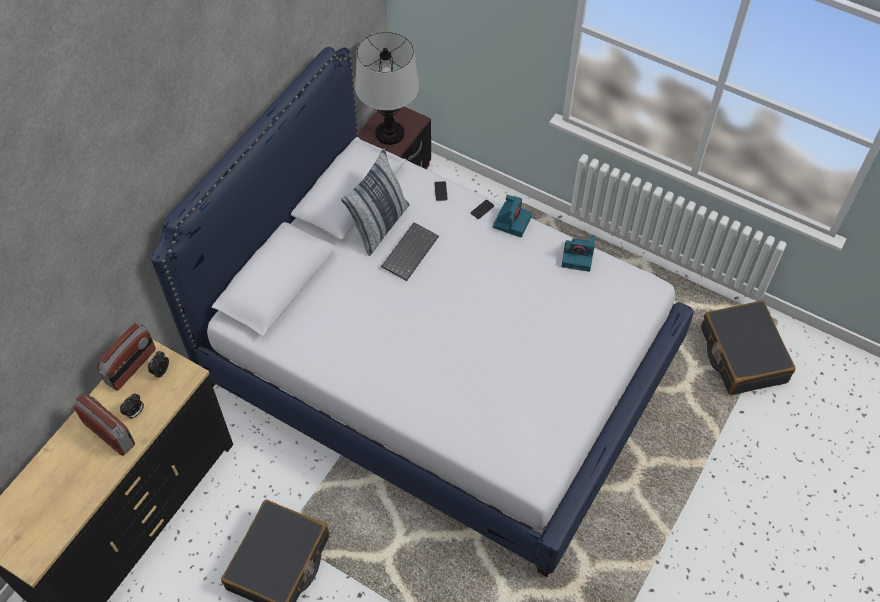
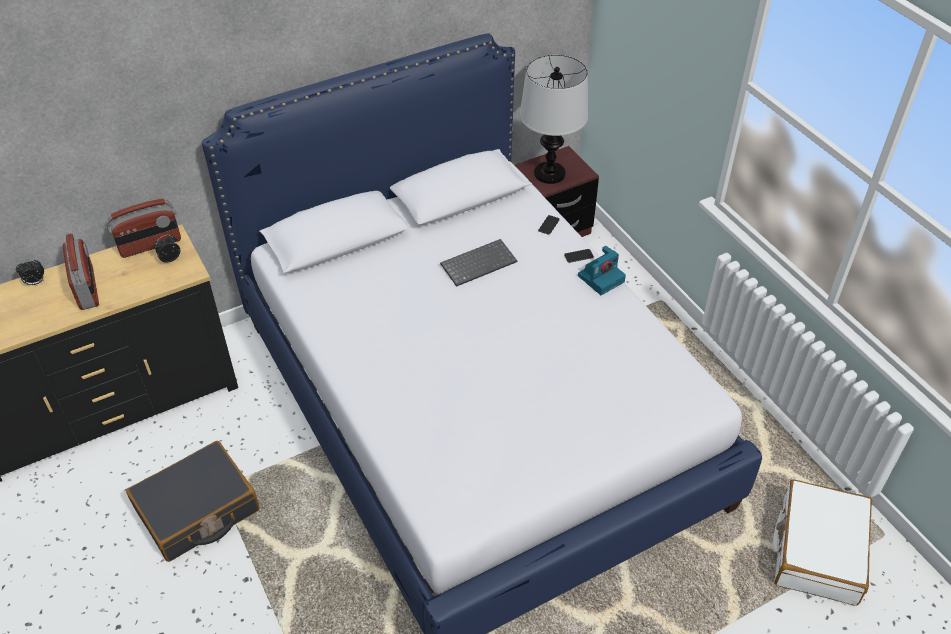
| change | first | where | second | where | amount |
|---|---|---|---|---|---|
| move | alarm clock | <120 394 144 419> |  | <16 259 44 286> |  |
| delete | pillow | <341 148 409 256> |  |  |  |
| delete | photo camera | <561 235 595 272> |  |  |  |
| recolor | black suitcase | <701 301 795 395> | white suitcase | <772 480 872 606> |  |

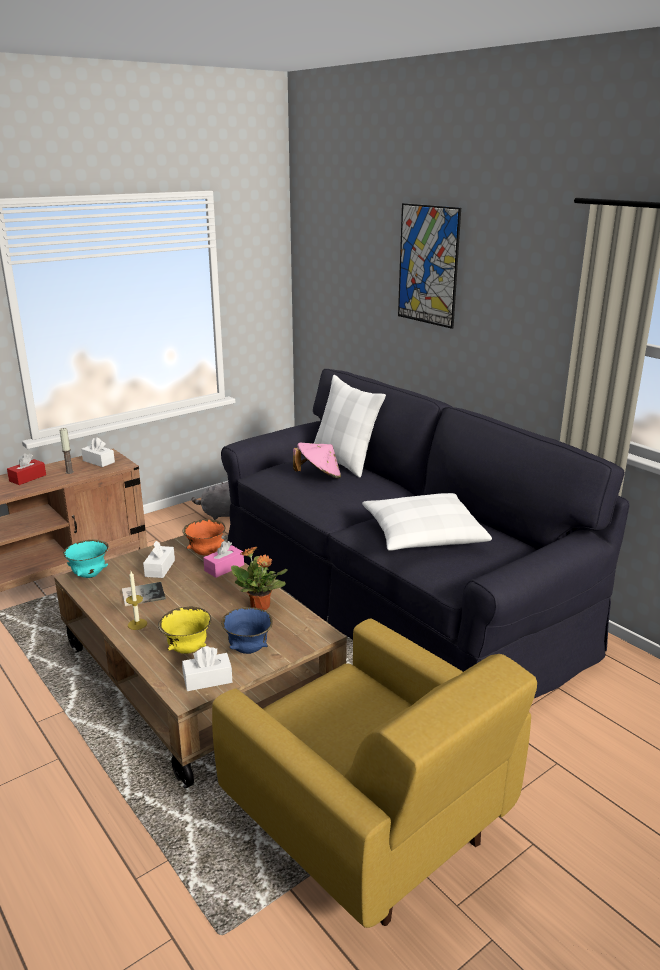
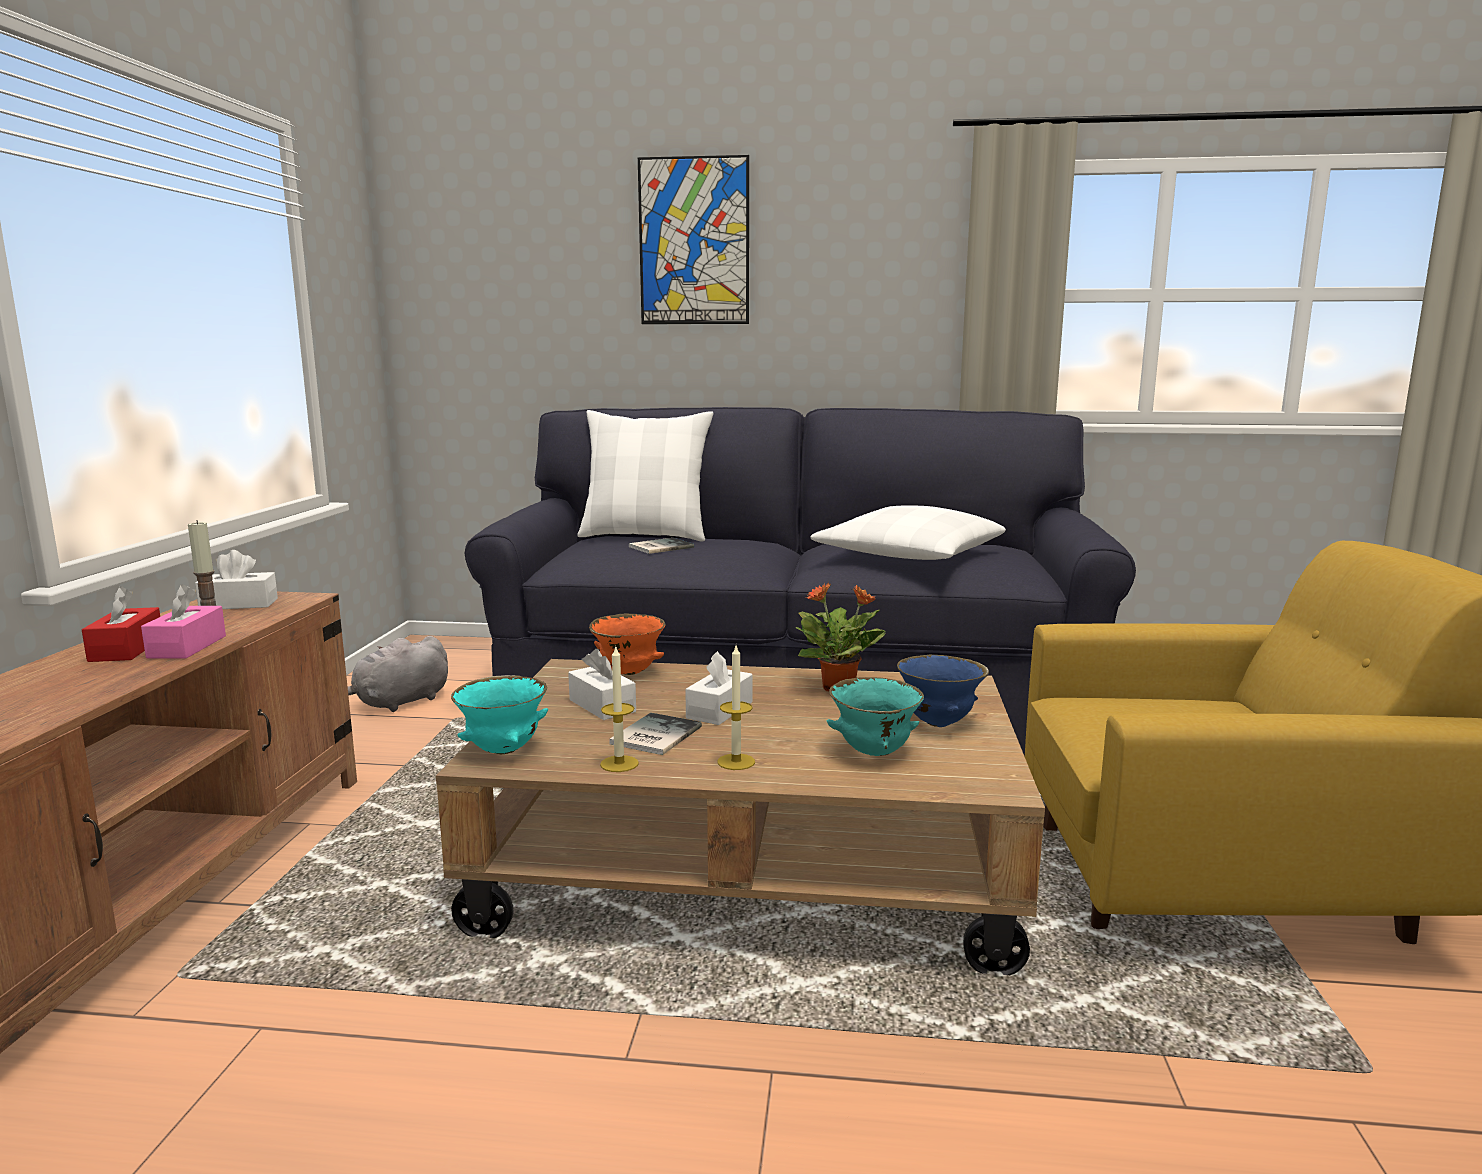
| change | first | where | second | where | amount |
|---|---|---|---|---|---|
| recolor | yellow bowl | <158 606 211 654> | turquoise bowl | <827 677 924 756> |  |
| move | white tissue box | <182 646 232 691> |  | <685 651 753 725> |  |
| move | pink tissue box | <203 541 244 578> |  | <141 584 226 658> |  |
| replace | pink hat | <293 443 341 479> | book | <629 538 694 554> |  |
| insert |  |  | candle | <600 645 639 772> |  |

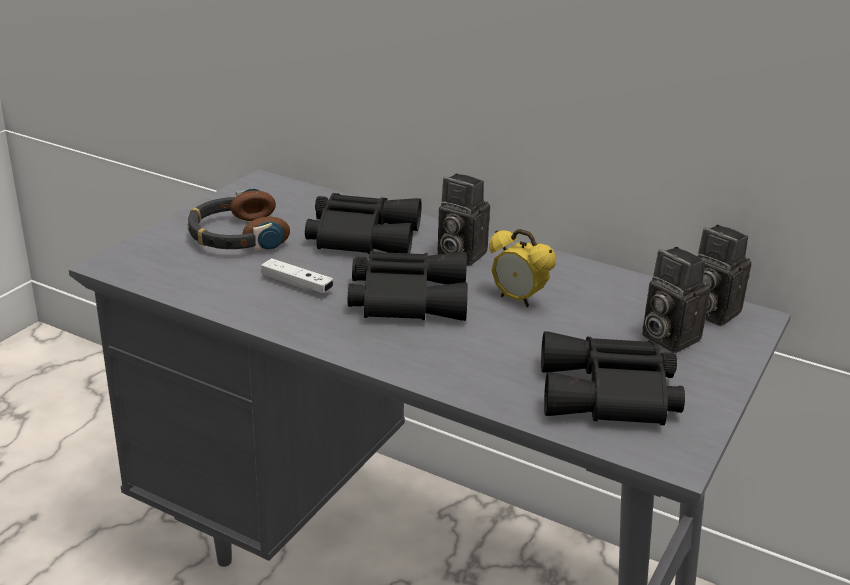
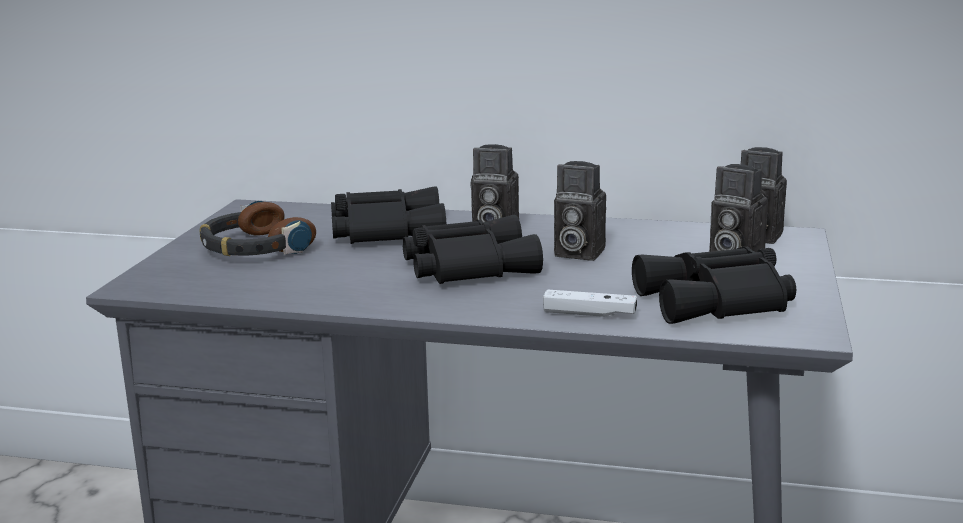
| change | first | where | second | where | amount |
|---|---|---|---|---|---|
| move | white game controller | <261 258 333 293> |  | <543 289 637 317> |  |
| replace | alarm clock | <489 229 556 307> | photo camera | <554 161 606 261> |  |

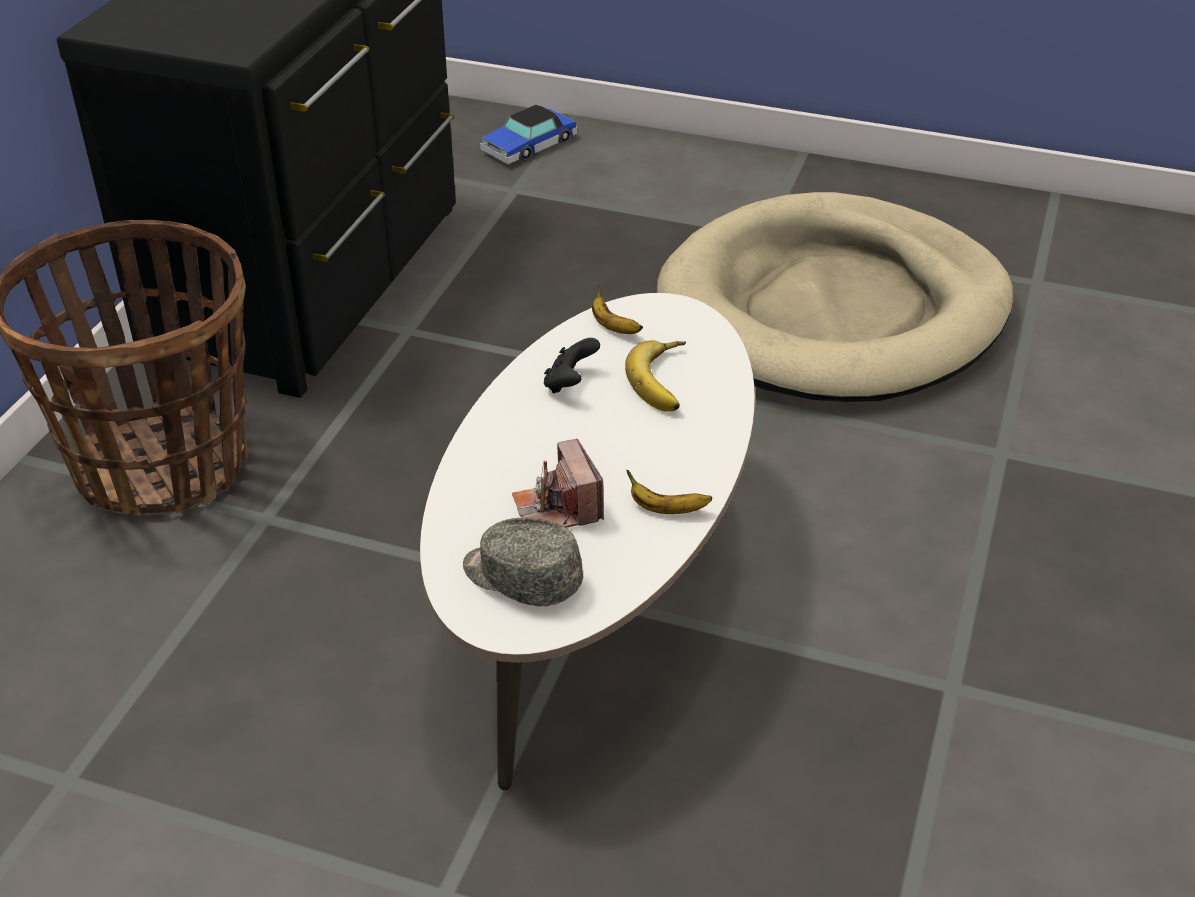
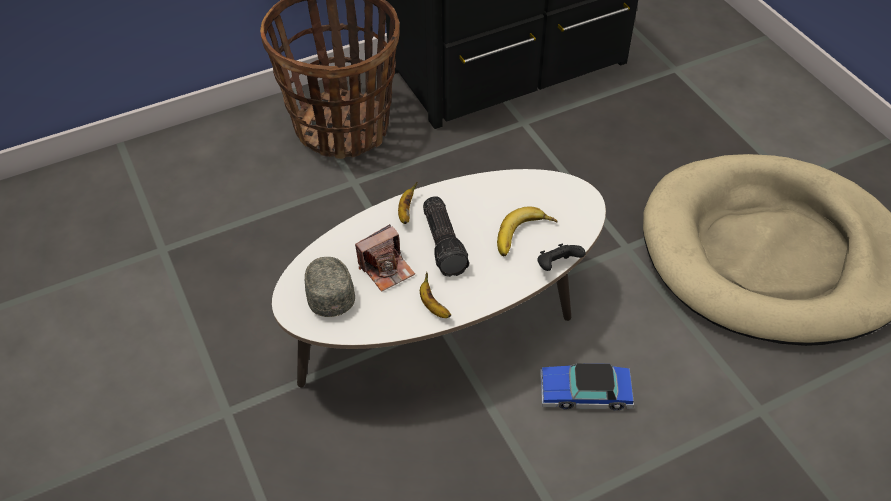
| change | first | where | second | where | amount |
|---|---|---|---|---|---|
| move | toy car | <480 105 578 164> |  | <540 363 634 411> |  |
| rotate | photo camera | <512 439 604 527> |  | <355 224 415 292> | 150 degrees counterclockwise |
| move | black game controller | <544 338 600 394> |  | <537 243 586 271> |  |
| move | banana | <592 284 643 334> |  | <398 182 417 224> |  |
| insert |  |  | flashlight | <423 197 469 277> |  |

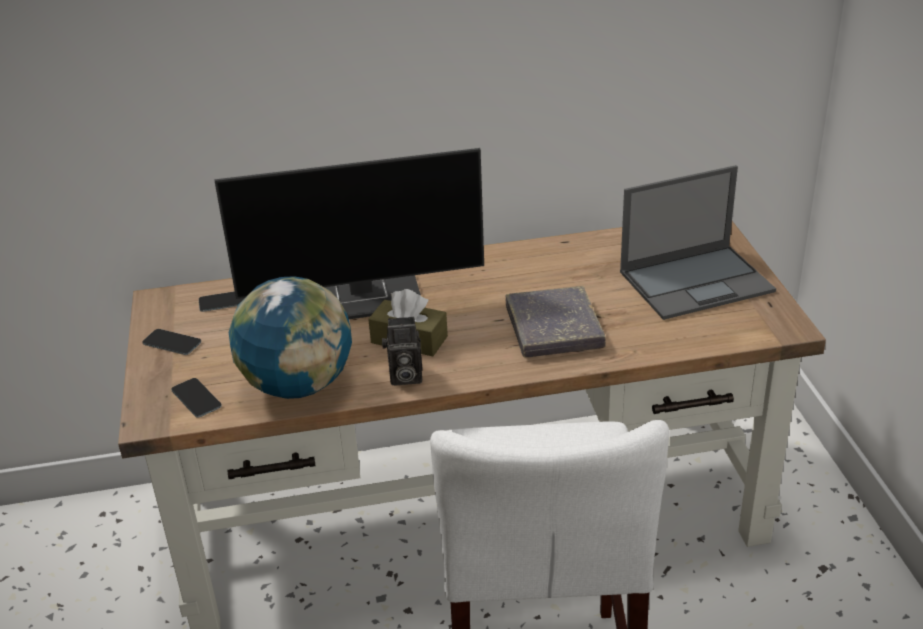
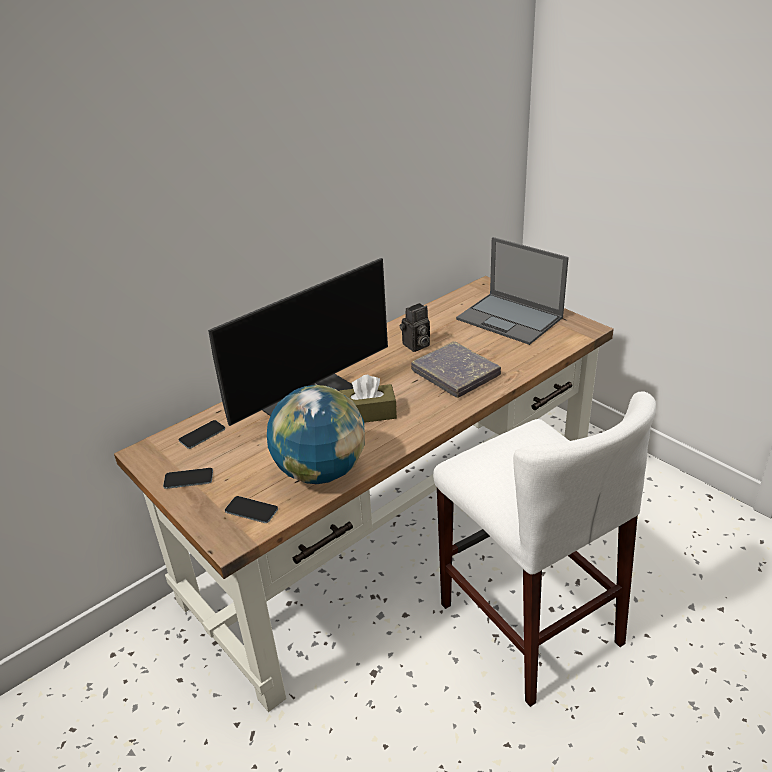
| change | first | where | second | where | amount |
|---|---|---|---|---|---|
| move | photo camera | <382 317 422 386> |  | <399 303 430 352> |  |
| rotate | laptop | <620 165 776 320> |  | <456 237 569 345> | 90 degrees clockwise |

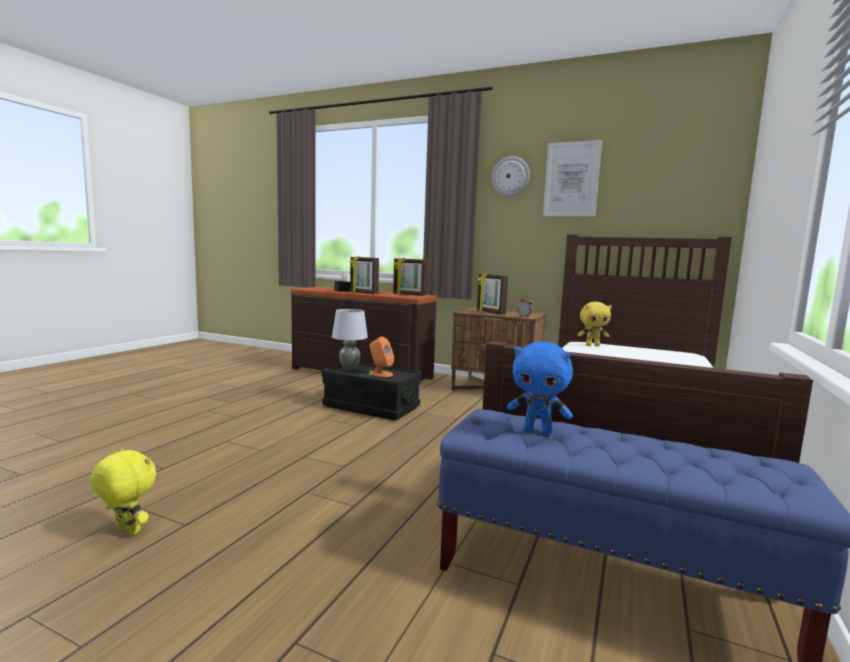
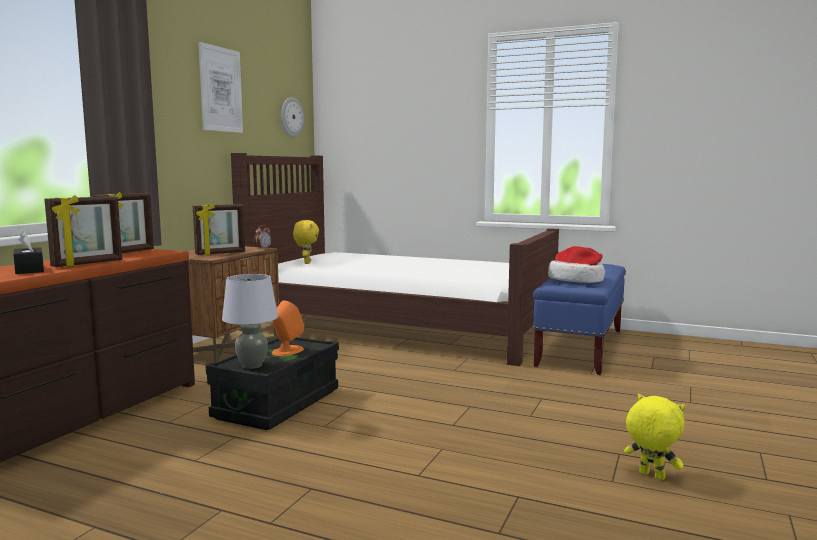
| change | first | where | second | where | amount |
|---|---|---|---|---|---|
| rotate | yellow plush toy | <90 448 156 535> |  | <624 394 686 480> | 105 degrees clockwise |
| move | wall clock | <492 156 530 196> |  | <281 97 304 137> |  |
| replace | blue plush toy | <507 341 573 435> | hat | <548 246 605 283> |  |

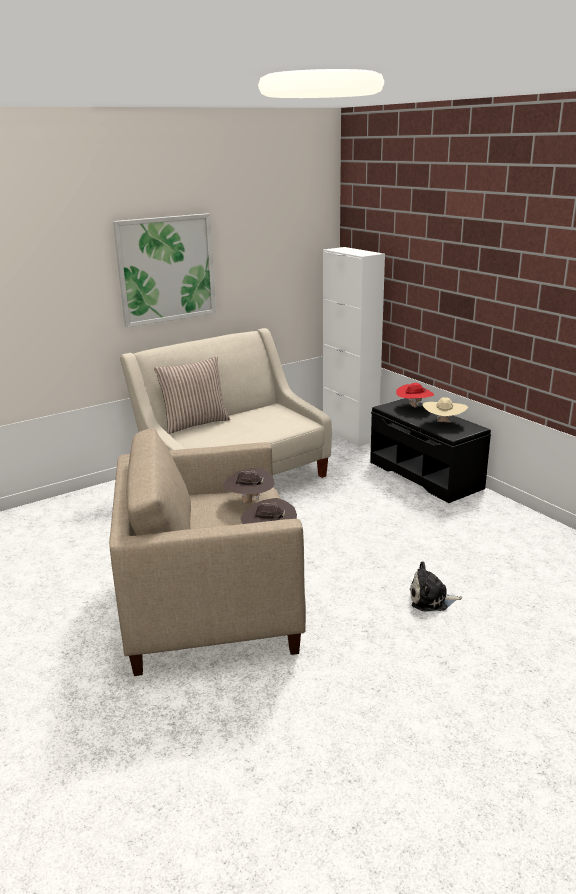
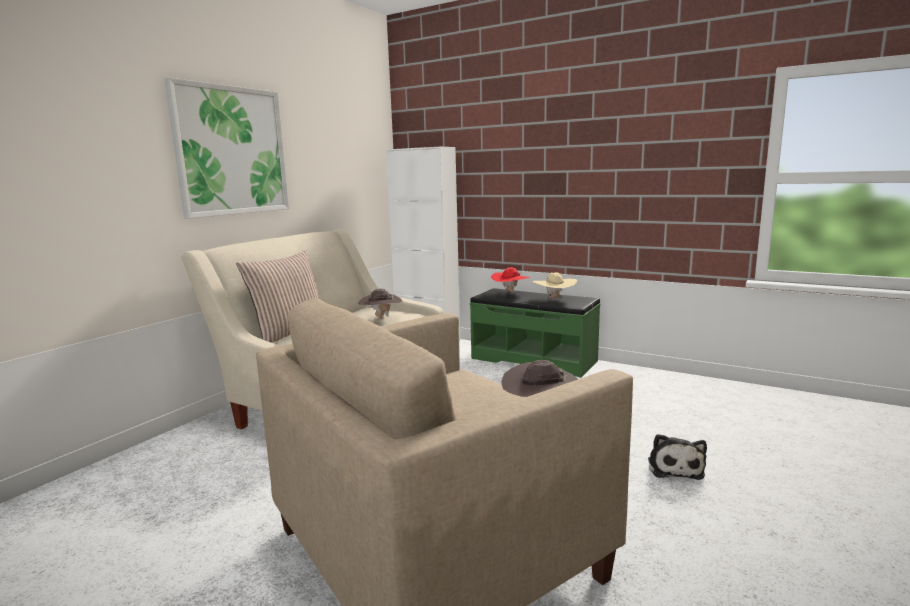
| change | first | where | second | where | amount |
|---|---|---|---|---|---|
| move | brown hat | <223 468 275 503> |  | <358 289 403 318> |  |
| recolor | black bench | <370 398 491 503> | green bench | <470 288 600 378> |  |
| rotate | plush toy | <410 561 462 611> |  | <648 434 707 480> | 60 degrees counterclockwise |

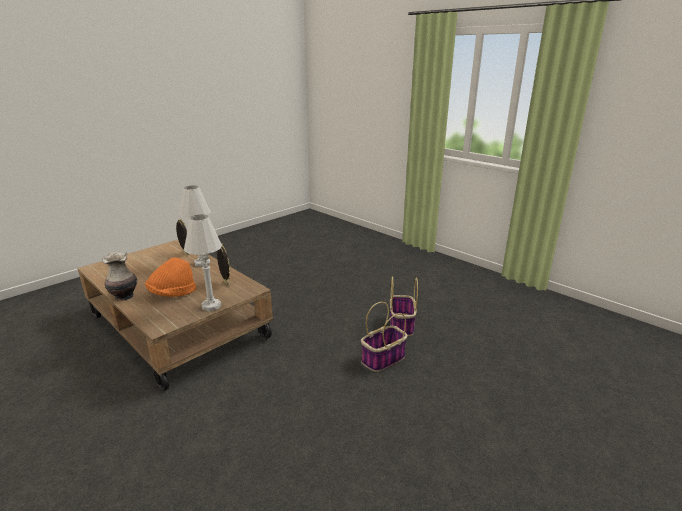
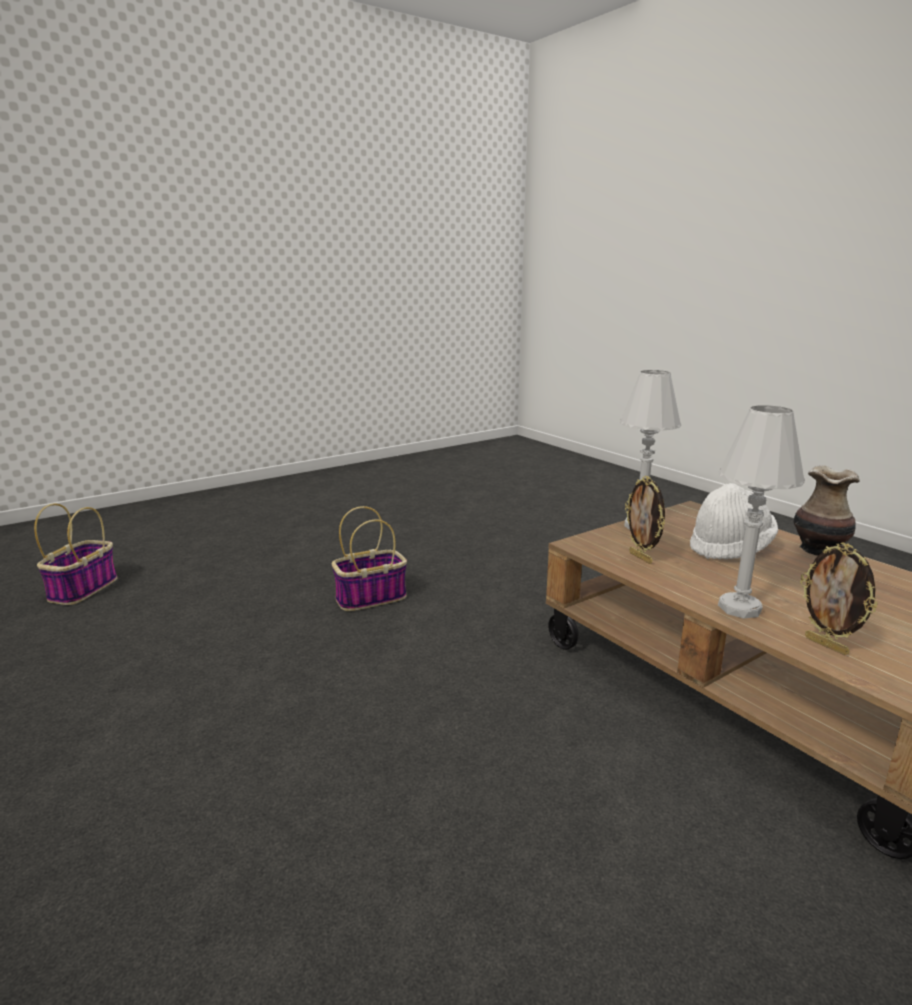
| change | first | where | second | where | amount |
|---|---|---|---|---|---|
| recolor | orange hat | <145 258 196 297> | white hat | <690 483 778 559> |  |
| move | basket | <390 276 418 336> |  | <34 503 117 605> |  |

